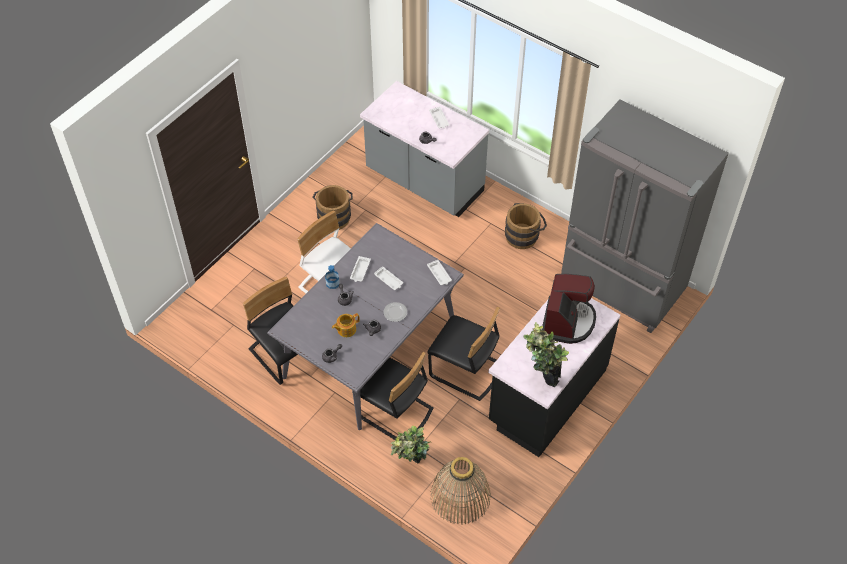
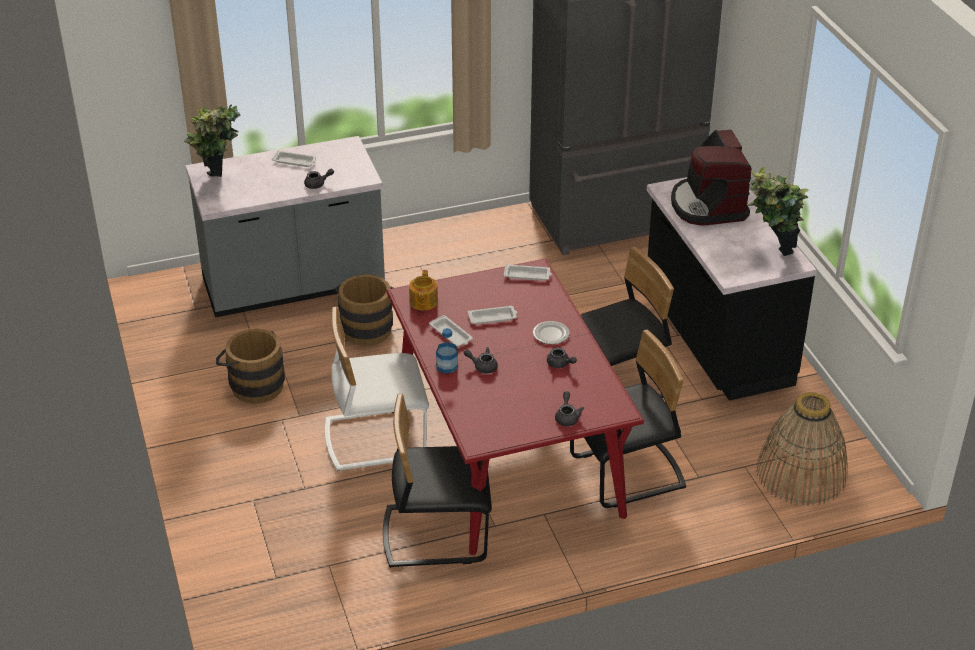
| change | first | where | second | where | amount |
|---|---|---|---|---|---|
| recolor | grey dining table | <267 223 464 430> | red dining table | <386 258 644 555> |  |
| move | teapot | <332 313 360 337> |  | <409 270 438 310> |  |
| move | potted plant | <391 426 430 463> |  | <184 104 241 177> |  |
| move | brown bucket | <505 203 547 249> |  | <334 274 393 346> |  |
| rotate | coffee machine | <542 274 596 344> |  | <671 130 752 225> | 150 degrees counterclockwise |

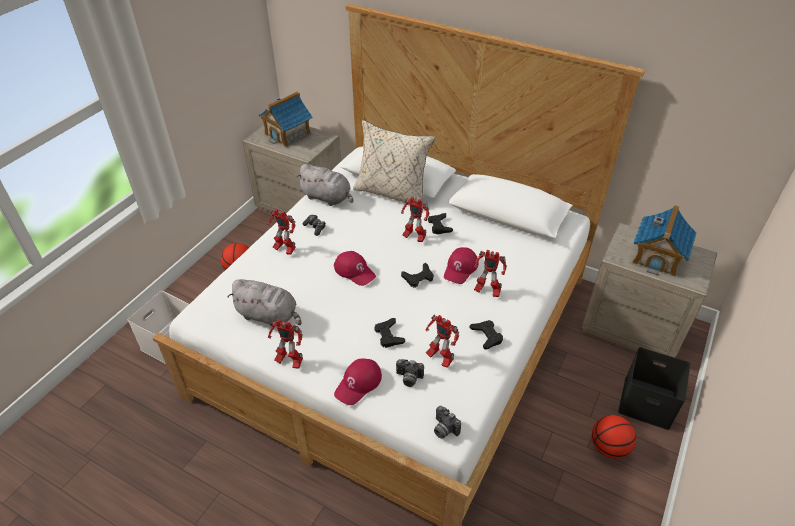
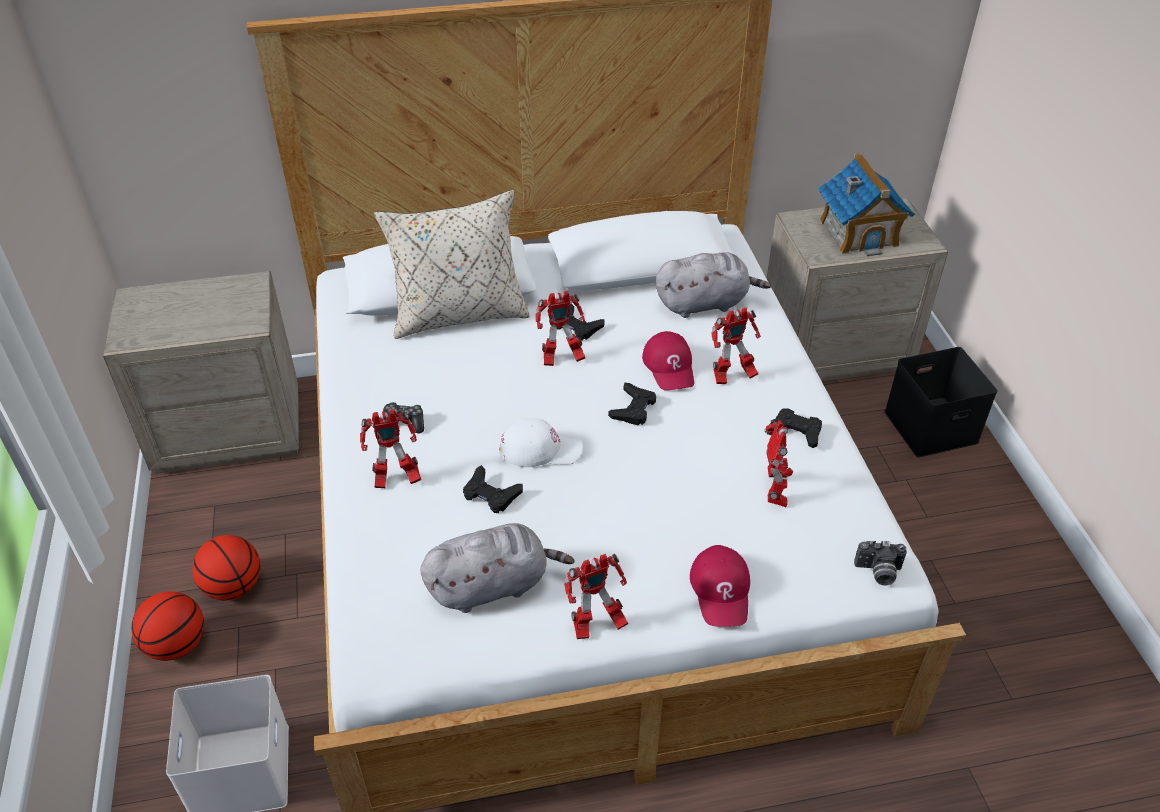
| change | first | where | second | where | amount |
|---|---|---|---|---|---|
| delete | toy house | <259 92 313 147> |  |  |  |
| move | grey plush toy | <296 164 353 206> |  | <656 252 771 318> |  |
| recolor | red cap | <334 251 376 286> | white cap | <500 418 583 467> |  |
| move | black game controller | <375 318 405 348> |  | <463 465 523 513> |  |
| delete | photo camera | <396 359 424 387> |  |  |  |
| rotate | toy robot | <425 314 459 368> |  | <764 419 793 508> | 90 degrees counterclockwise |
| move | basketball | <592 415 636 459> |  | <131 591 204 661> |  |

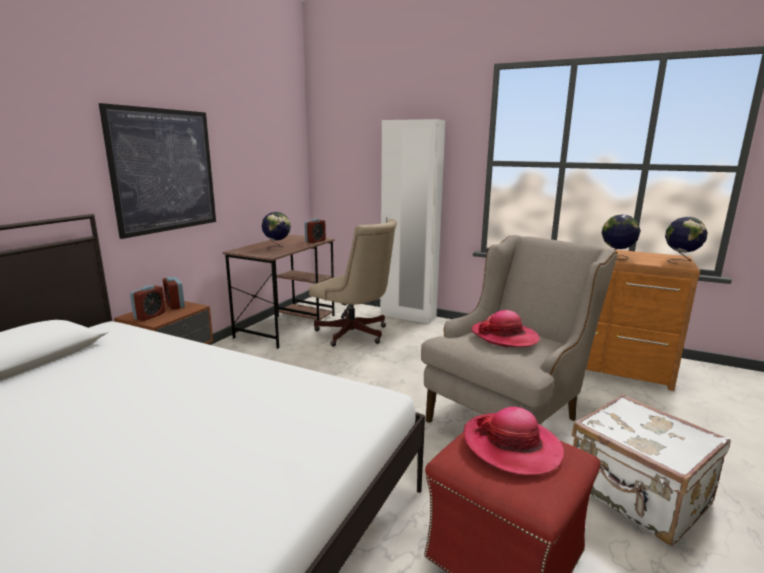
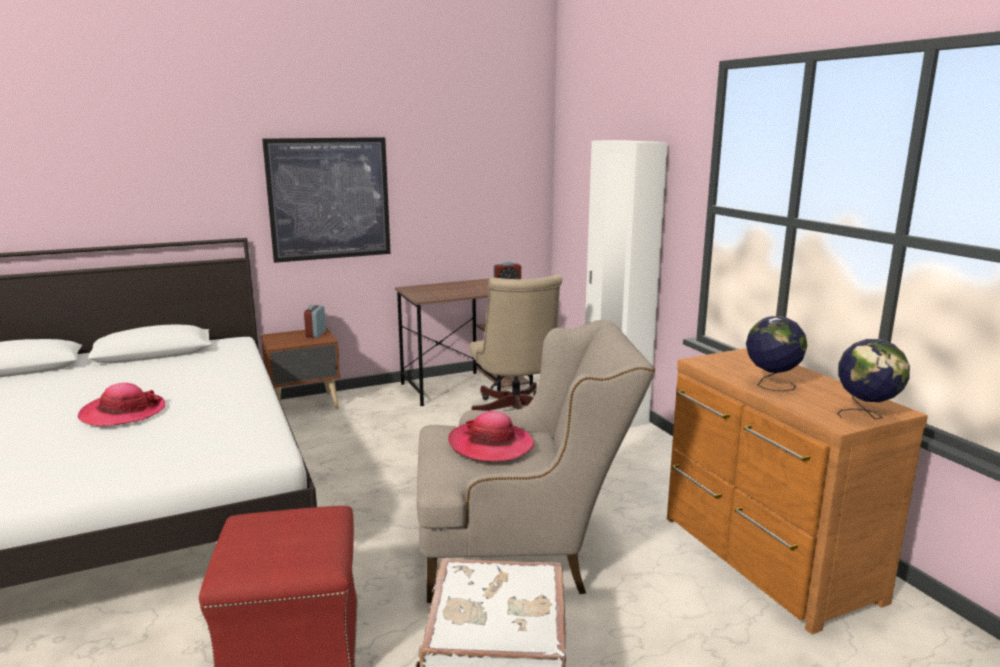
| change | first | where | second | where | amount |
|---|---|---|---|---|---|
| delete | alarm clock | <130 285 166 321> |  |  |  |
| delete | globe | <262 212 291 250> |  |  |  |
| move | hat | <464 407 564 476> |  | <78 383 165 426> |  |

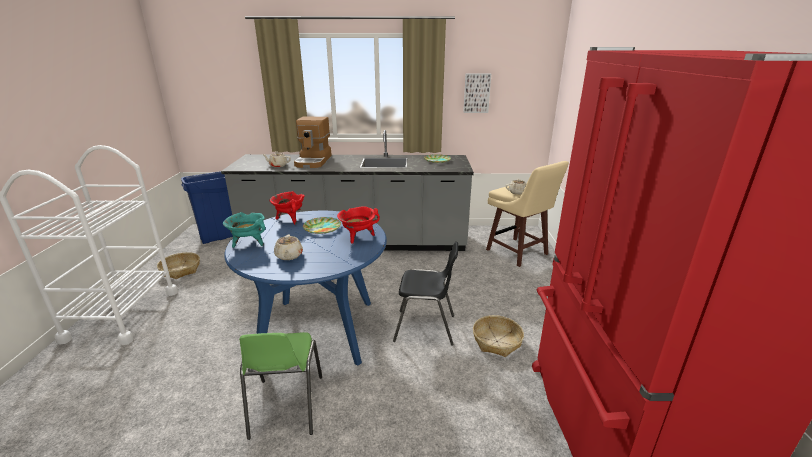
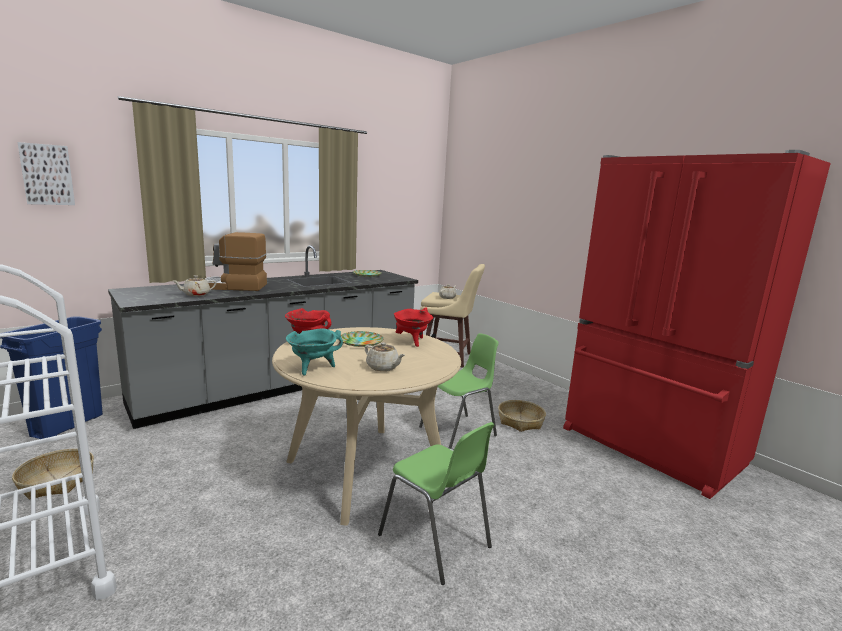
| change | first | where | second | where | amount |
|---|---|---|---|---|---|
| recolor | blue dining table | <224 211 387 366> | beige dining table | <272 327 461 525> |  |
| rotate | coffee machine | <294 116 332 168> |  | <205 232 267 291> | 120 degrees clockwise |
| recolor | black chair | <393 242 458 346> | green chair | <419 333 499 448> |  |
| move | picture | <463 73 491 113> |  | <18 142 75 205> |  |

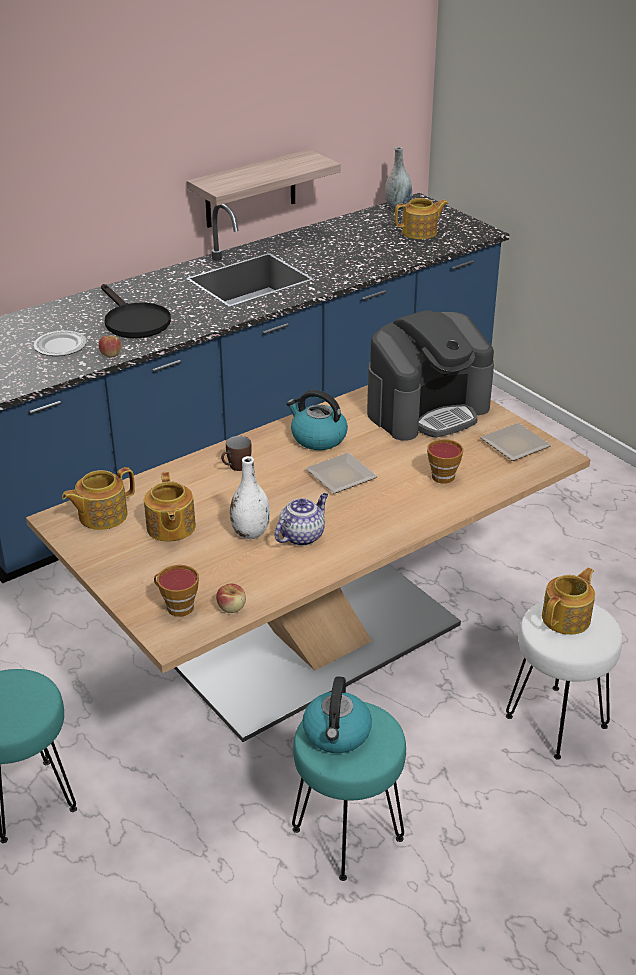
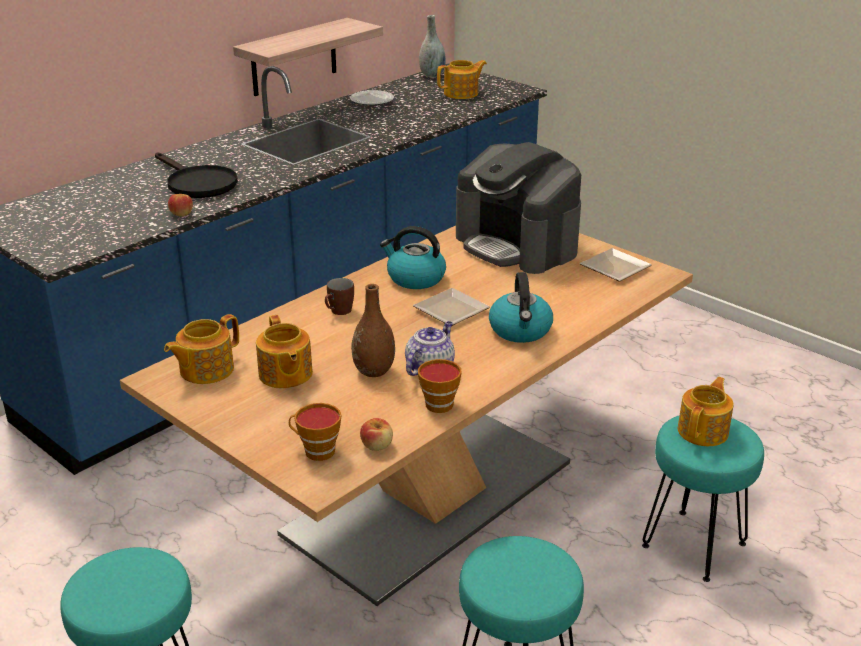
| change | first | where | second | where | amount |
|---|---|---|---|---|---|
| move | plate | <33 330 87 356> |  | <350 90 394 106> |  |
| recolor | white vase | <230 456 270 539> | brown vase | <351 284 395 377> |  |
| move | kettle | <303 676 372 753> |  | <489 272 553 343> |  |
| rotate | coffee machine | <367 310 494 441> |  | <456 142 581 274> | 90 degrees clockwise |
| move | cup | <427 439 463 484> |  | <418 359 461 413> |  |
| recolor | white stool | <506 600 622 760> | turquoise stool | <642 415 764 582> |  |

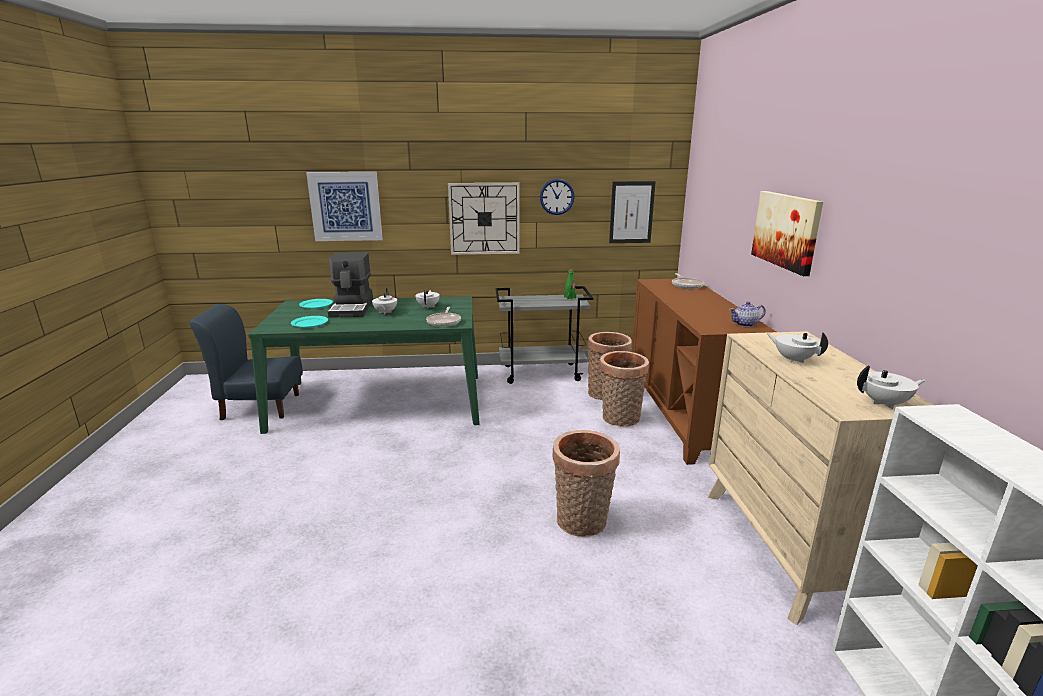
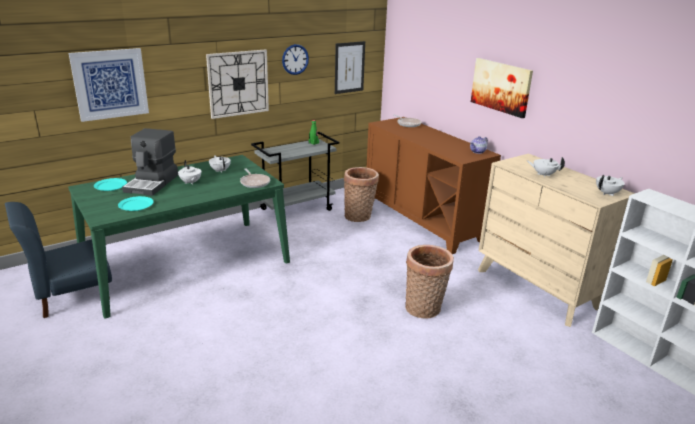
| change | first | where | second | where | amount |
|---|---|---|---|---|---|
| rotate | coffee machine | <328 252 373 318> |  | <122 128 178 196> | 45 degrees clockwise |
| delete | basket | <599 351 649 427> |  |  |  |

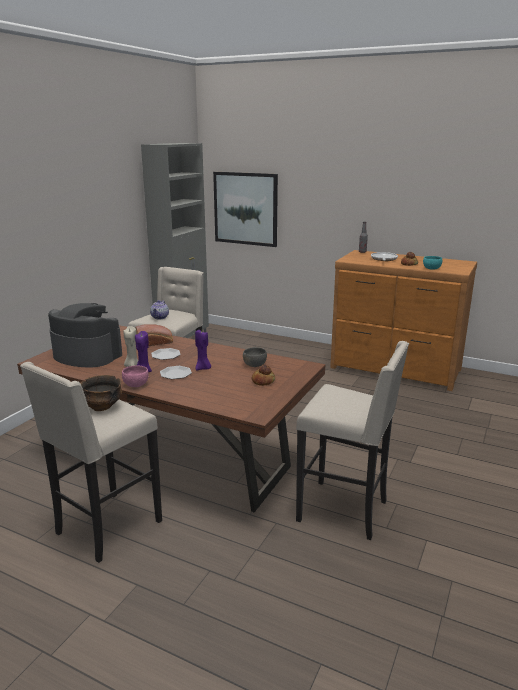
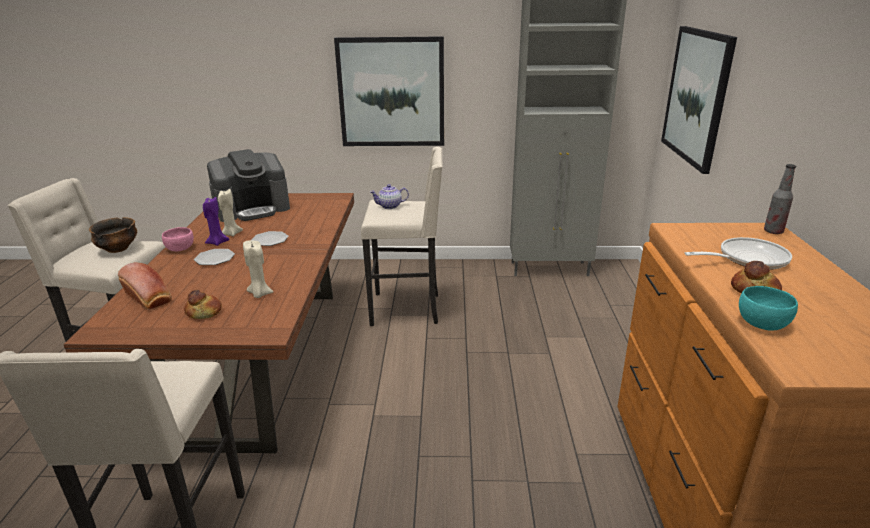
| change | first | where | second | where | amount |
|---|---|---|---|---|---|
| rotate | coffee machine | <48 303 122 367> |  | <207 149 290 222> | 60 degrees clockwise |
| move | bread | <136 324 173 346> |  | <118 263 172 310> |  |
| delete | purple candle | <195 330 211 370> |  |  |  |
| replace | grey bowl | <243 347 267 367> | beige candle | <243 240 273 298> |  |
| insert |  |  | picture | <334 36 444 146> |  |

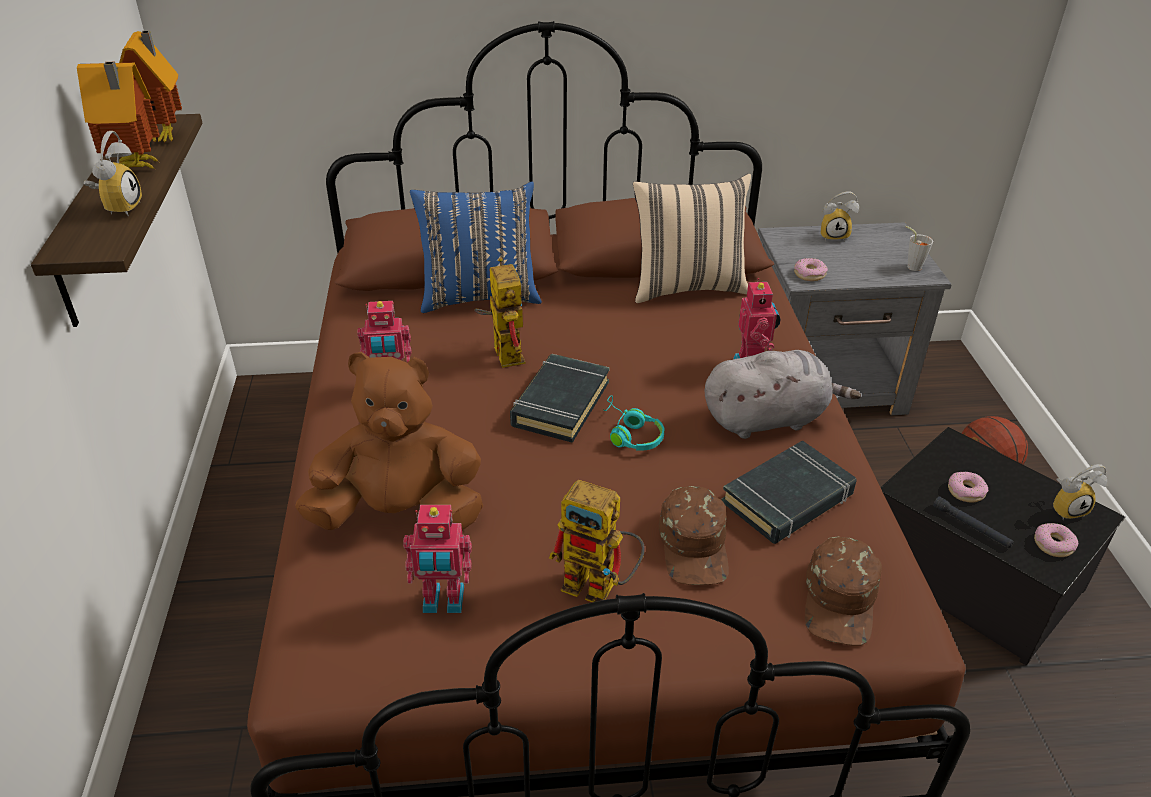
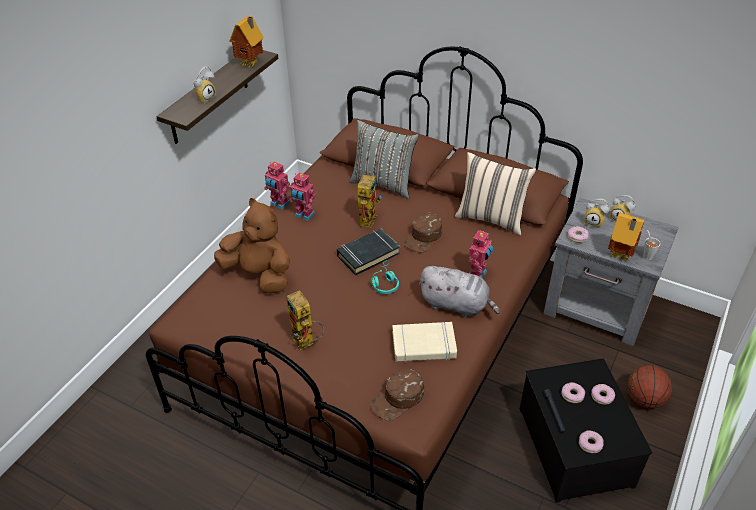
| change | first | where | second | where | amount |
|---|---|---|---|---|---|
| move | toy house | <77 62 160 170> |  | <608 212 645 261> |  |
| move | toy robot | <403 505 472 613> |  | <264 162 290 209> |  |
| recolor | blue pillow | <410 181 542 313> | grey pillow | <349 120 419 199> |  |
| move | brown cap | <659 486 729 585> |  | <404 213 442 253> |  |
| recolor | black book | <722 440 857 544> | beige book | <392 322 457 363> |  |
| move | alarm clock | <1053 464 1107 520> |  | <584 199 610 228> |  |
| insert |  |  | donut | <591 384 615 405> |  |

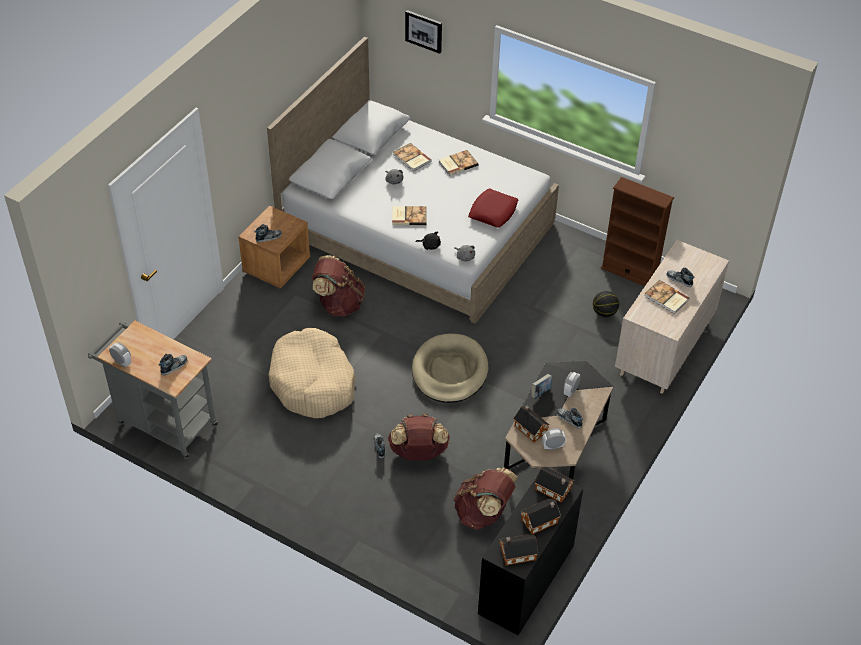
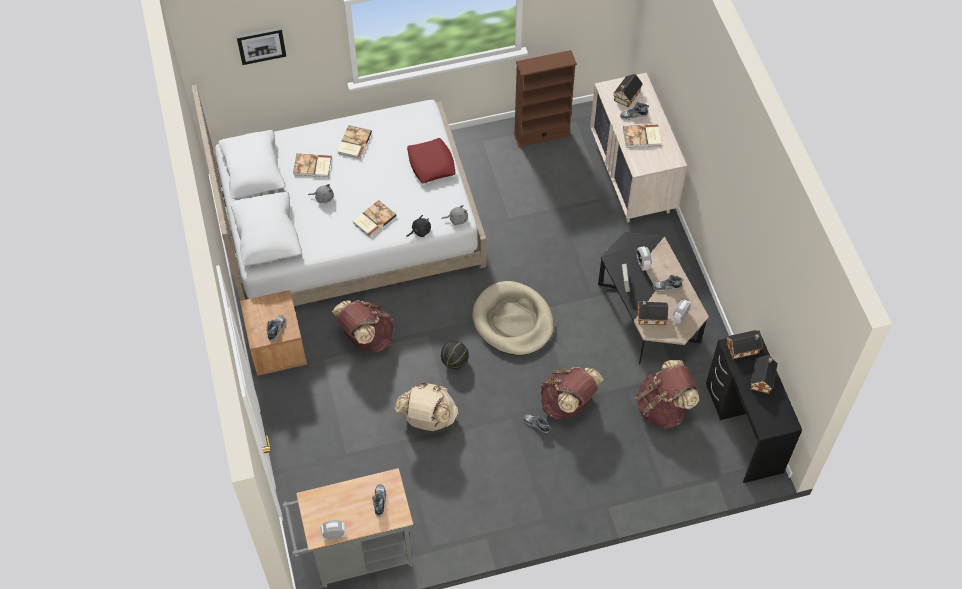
| change | first | where | second | where | amount |
|---|---|---|---|---|---|
| replace | beige dog bed | <268 328 356 419> | beige backpack | <395 382 458 431> |  |
| move | toy house | <500 534 538 566> |  | <613 74 643 107> |  |
| move | basketball | <593 291 619 317> |  | <441 341 469 369> |  |

